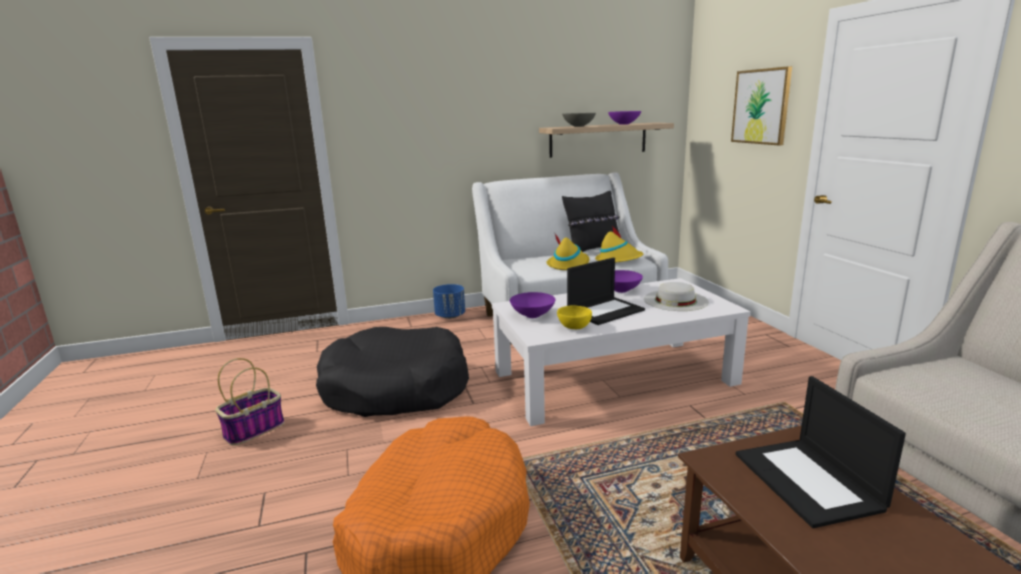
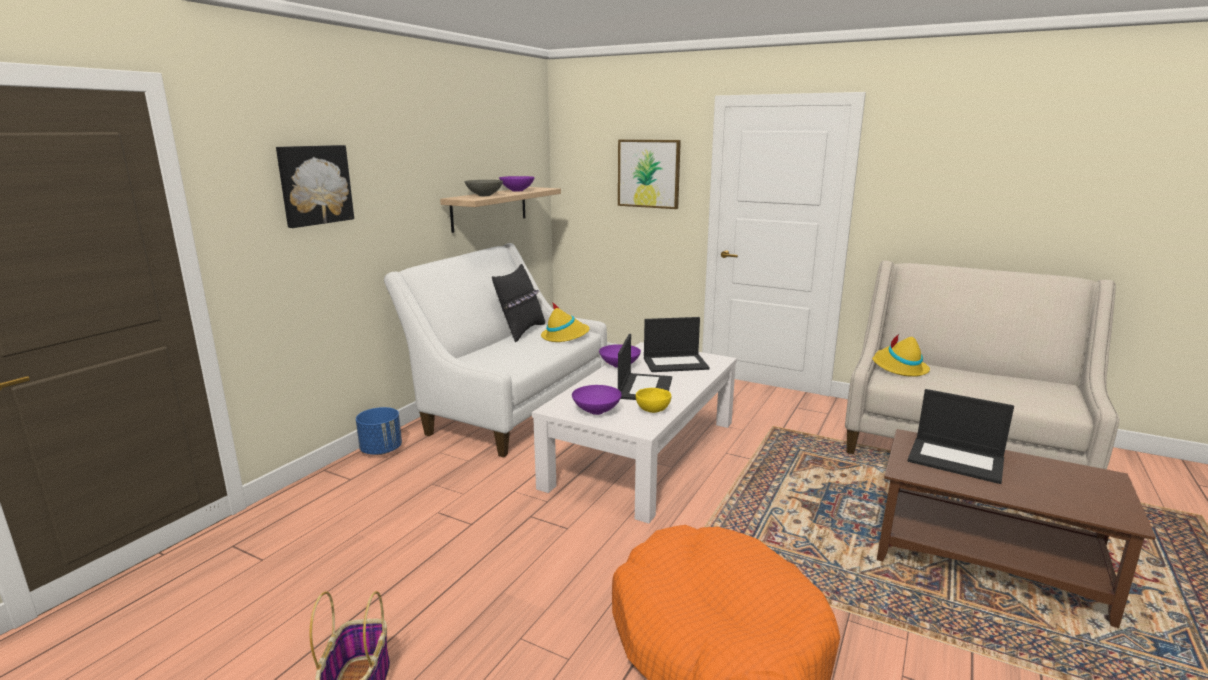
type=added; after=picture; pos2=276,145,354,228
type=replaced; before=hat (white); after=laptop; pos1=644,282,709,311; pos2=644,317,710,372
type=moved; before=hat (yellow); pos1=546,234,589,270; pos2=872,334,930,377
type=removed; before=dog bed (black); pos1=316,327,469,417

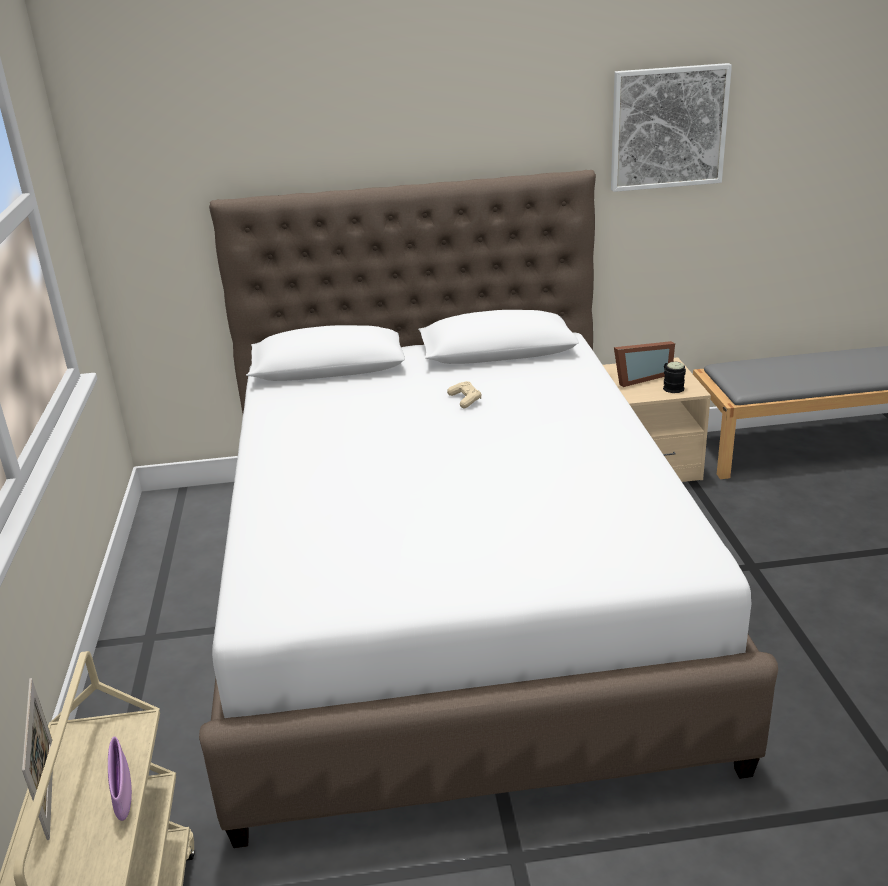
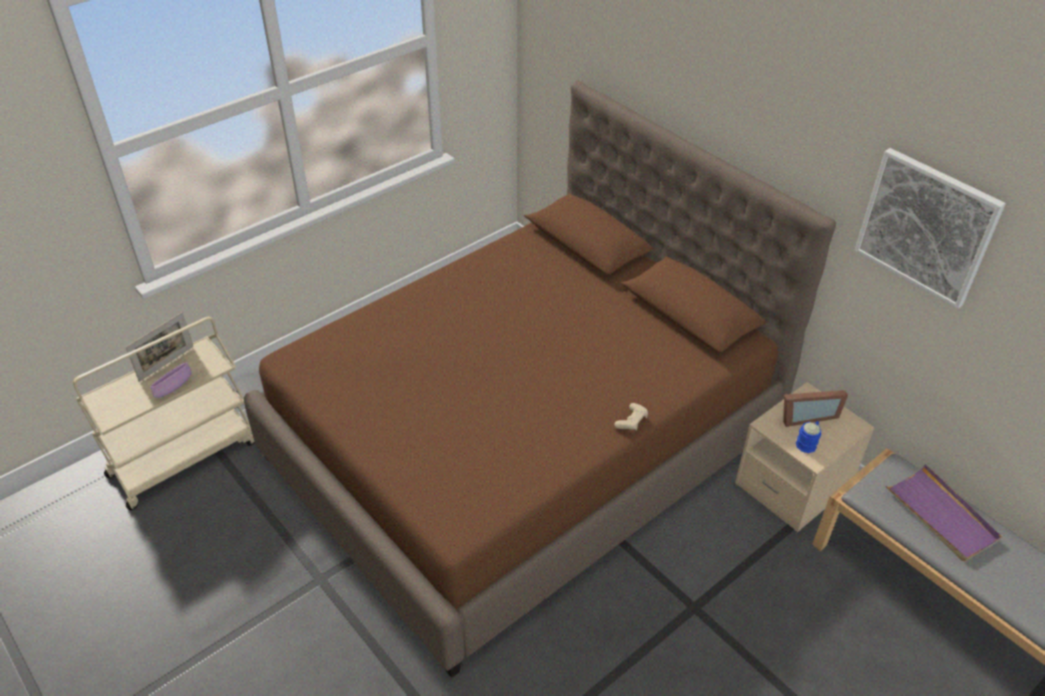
type=recoloured; before=bed (white); after=bed (brown); pos1=199,170,778,848; pos2=244,81,836,678
type=moved; before=game controller (beige); pos1=447,381,481,408; pos2=614,403,648,431
type=turned; before=picture frame; pos1=614,341,675,387; pos2=783,390,848,427; turn=-45
type=recoloured; before=mug (black); after=mug (blue); pos1=663,362,686,393; pos2=796,421,821,453
type=added; after=tray (purple); pos2=886,464,1002,561

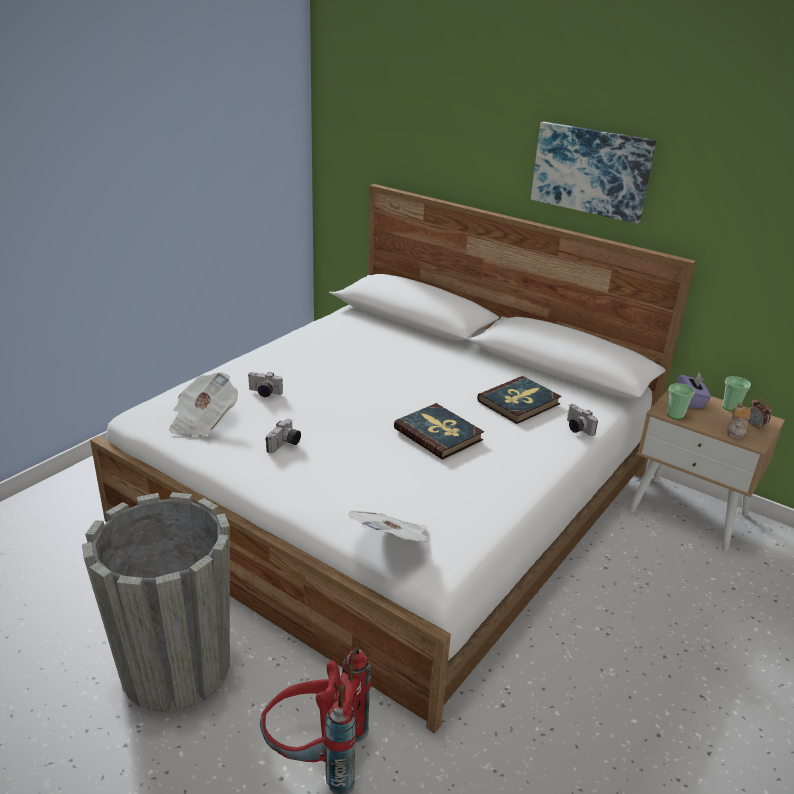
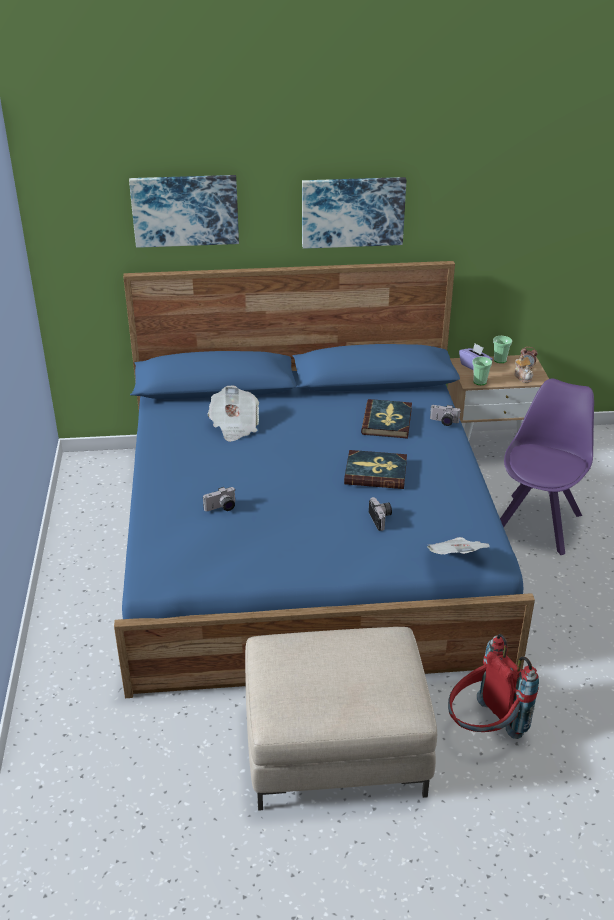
type=recoloured; before=bed (white); after=bed (blue); pos1=90,184,696,733; pos2=114,261,535,698
type=added; after=picture; pos2=129,175,239,248
type=moved; before=newspaper; pos1=169,372,238,436; pos2=208,385,259,442
type=replaced; before=planter (grey); after=ottoman (beige); pos1=82,492,230,712; pos2=245,627,437,811
type=moved; before=photo camera; pos1=265,419,301,454; pos2=369,497,392,531
type=added; after=chair (purple); pos2=500,378,594,555

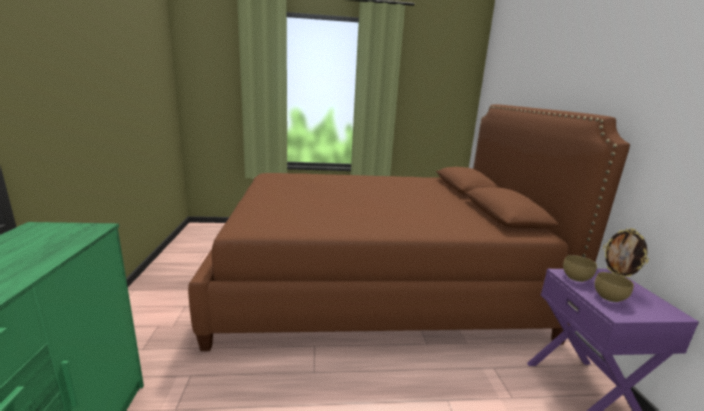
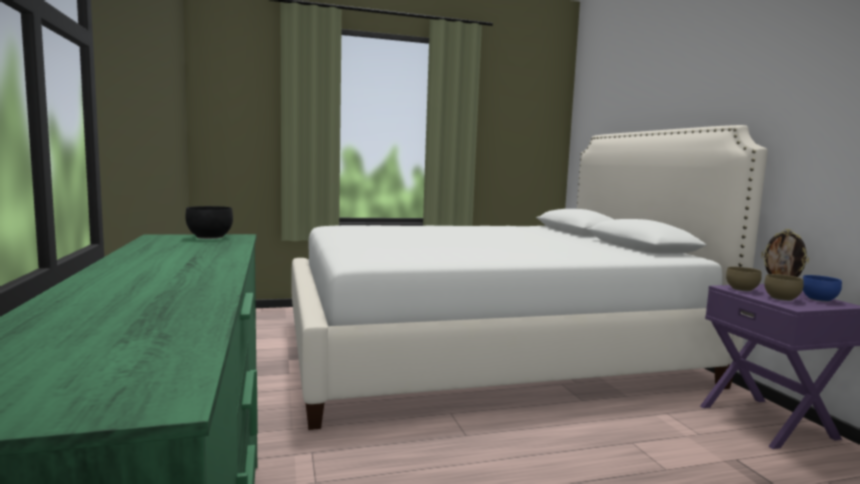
type=added; after=bowl (black); pos2=185,206,233,239
type=recoloured; before=bed (brown); after=bed (white); pos1=188,104,630,351; pos2=291,125,768,430
type=added; after=bowl (blue); pos2=803,275,842,302

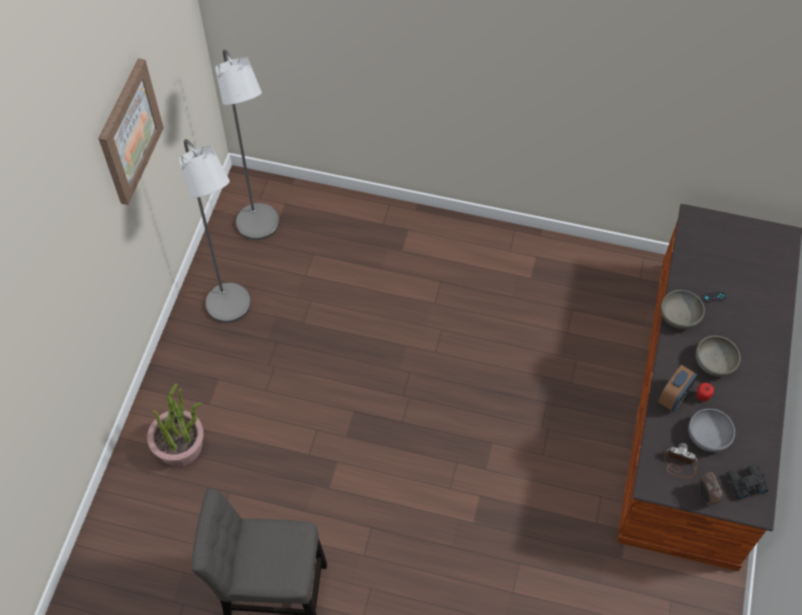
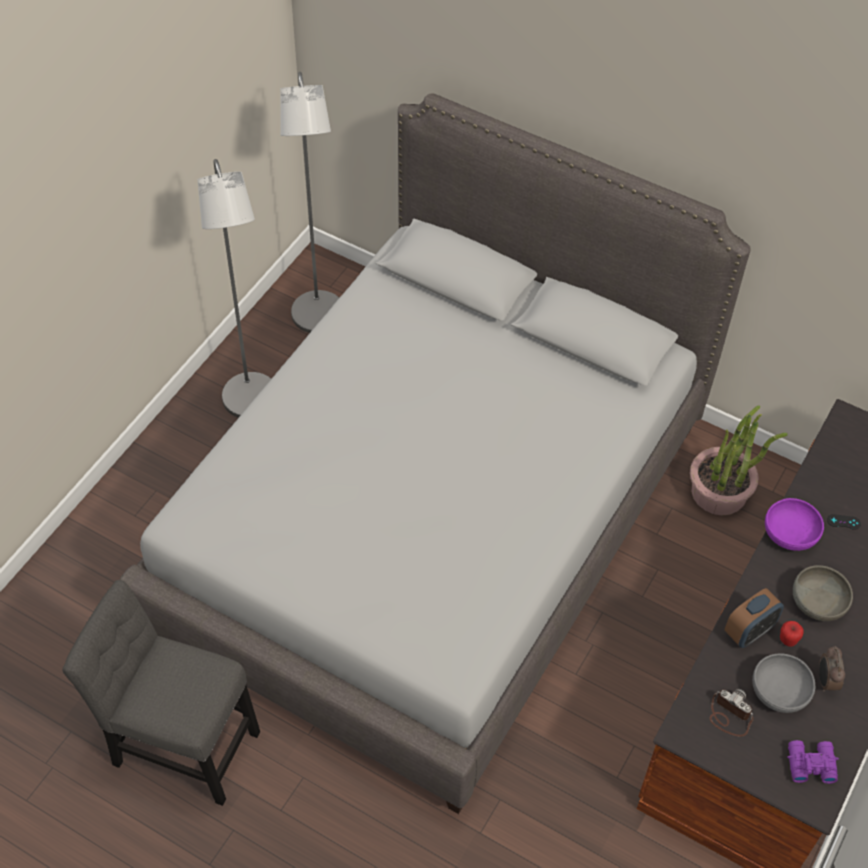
type=added; after=bed (grey); pos2=120,93,751,814
type=moved; before=potted plant; pos1=147,383,204,467; pos2=690,406,788,515
type=recoloured; before=bowl (grey); after=bowl (purple); pos1=661,290,705,329; pos2=765,498,824,551
type=recoloured; before=binoculars (black); after=binoculars (purple); pos1=727,464,768,500; pos2=787,740,839,784
type=moved; before=alarm clock; pos1=699,472,723,505; pos2=819,646,845,691
type=removed; before=picture; pos1=98,58,164,205

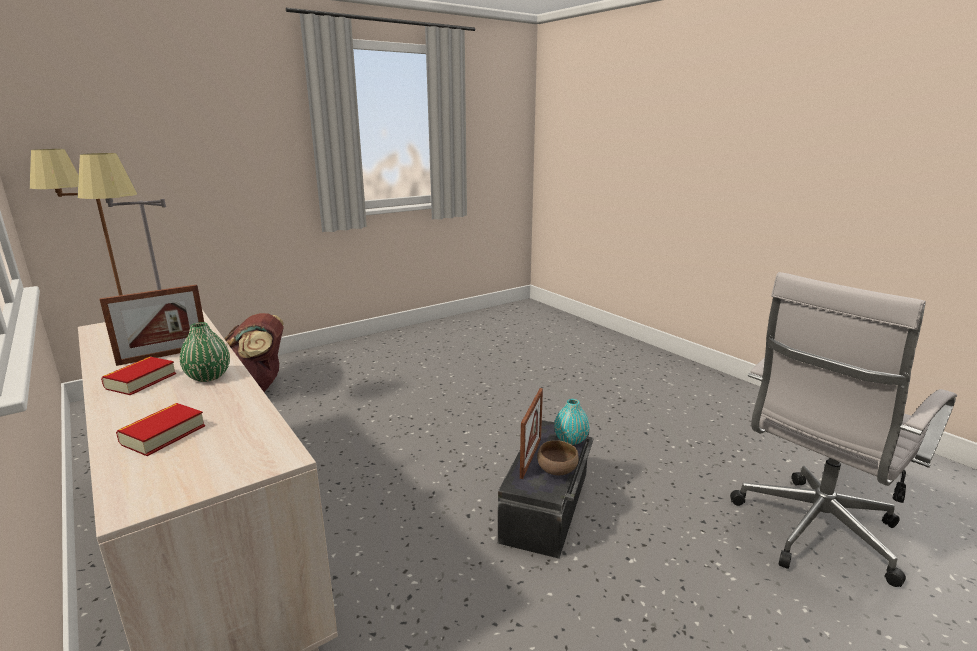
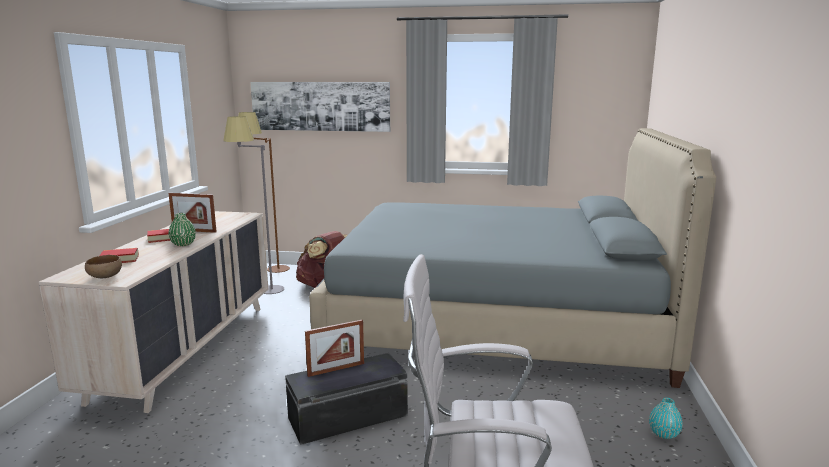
type=moved; before=bowl (brown); pos1=537,440,579,476; pos2=85,255,122,278
type=added; after=picture; pos2=250,82,390,132
type=added; after=bed (grey); pos2=309,128,716,388
type=moved; before=vase (turquoise); pos1=554,399,590,445; pos2=649,398,683,439

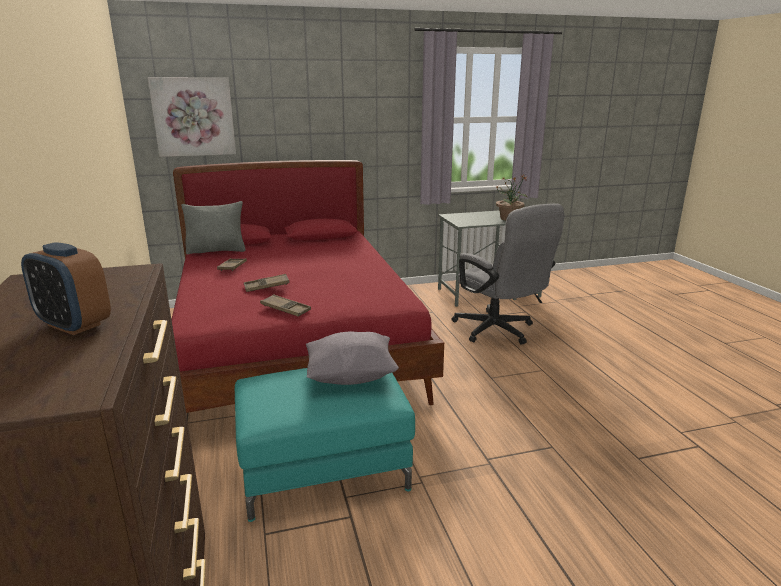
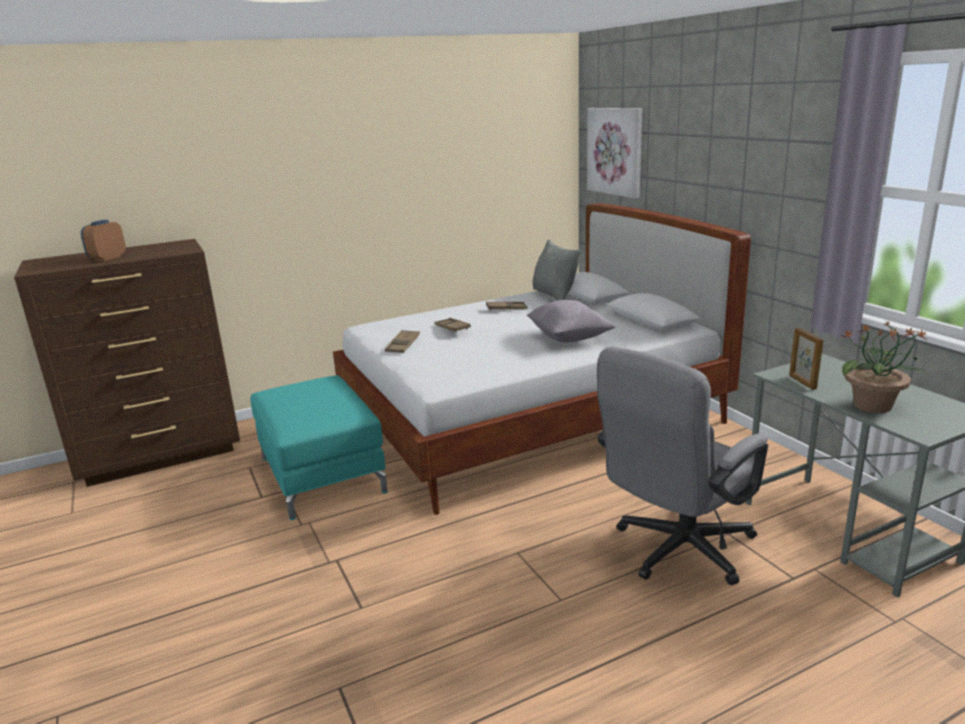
type=recoloured; before=bed (red); after=bed (white); pos1=171,160,444,413; pos2=333,203,751,515
type=moved; before=pillow (grey); pos1=306,332,399,385; pos2=527,300,616,342
type=added; after=picture frame; pos2=789,327,823,390

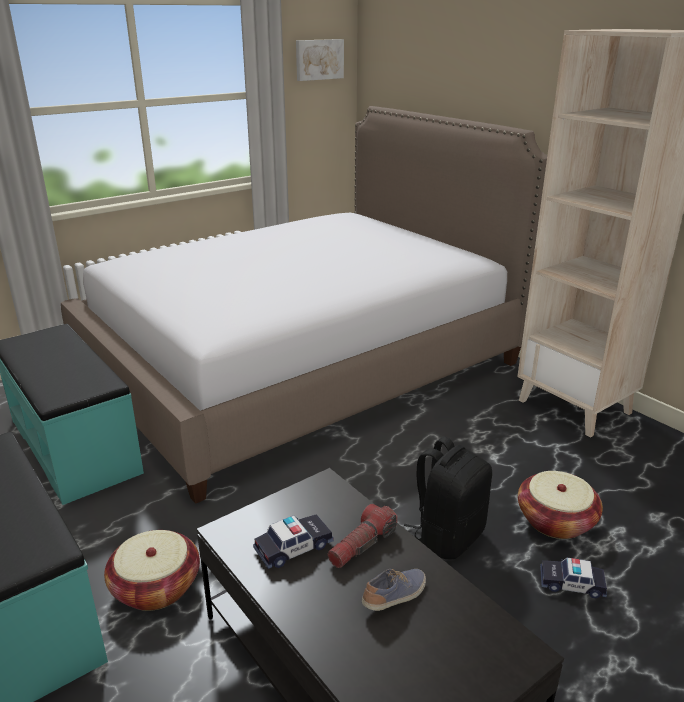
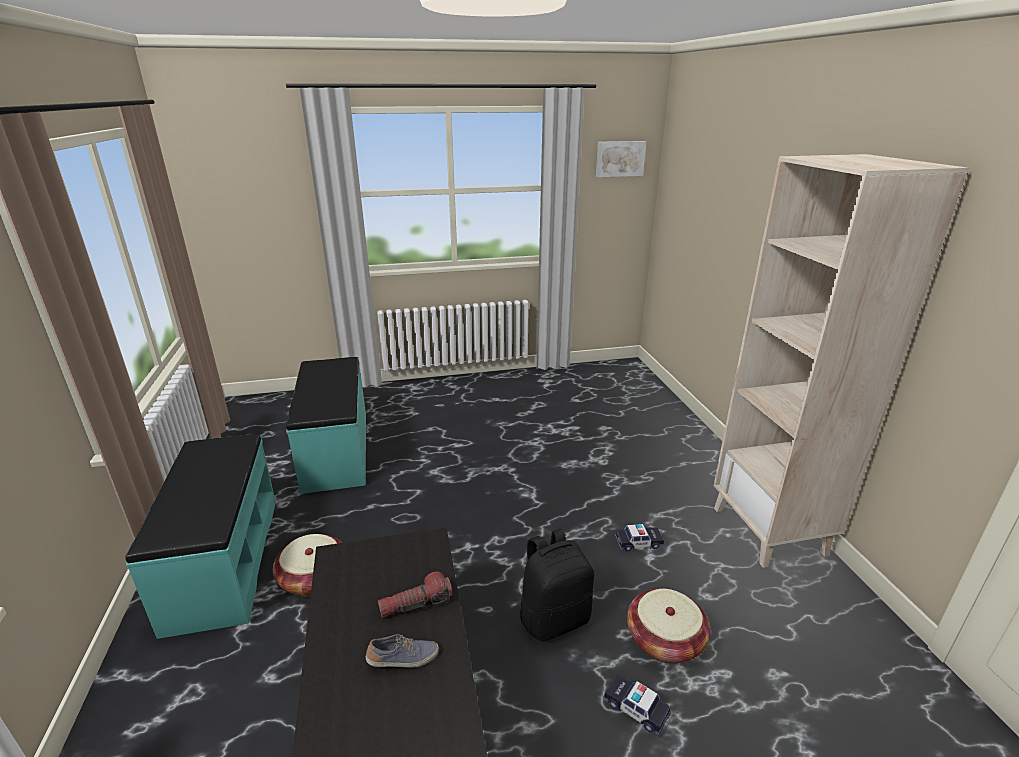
type=moved; before=toy car; pos1=253,514,334,569; pos2=615,524,665,551
type=removed; before=bed; pos1=61,106,547,504

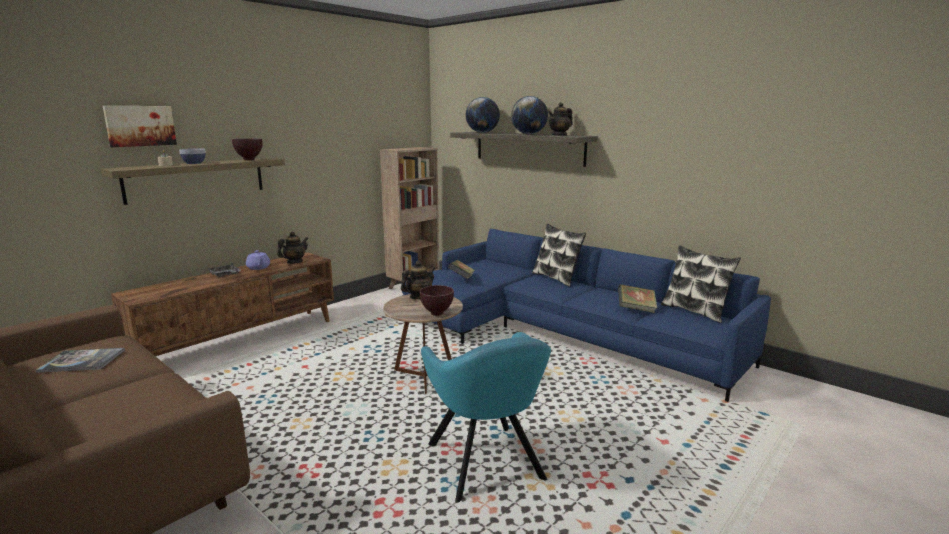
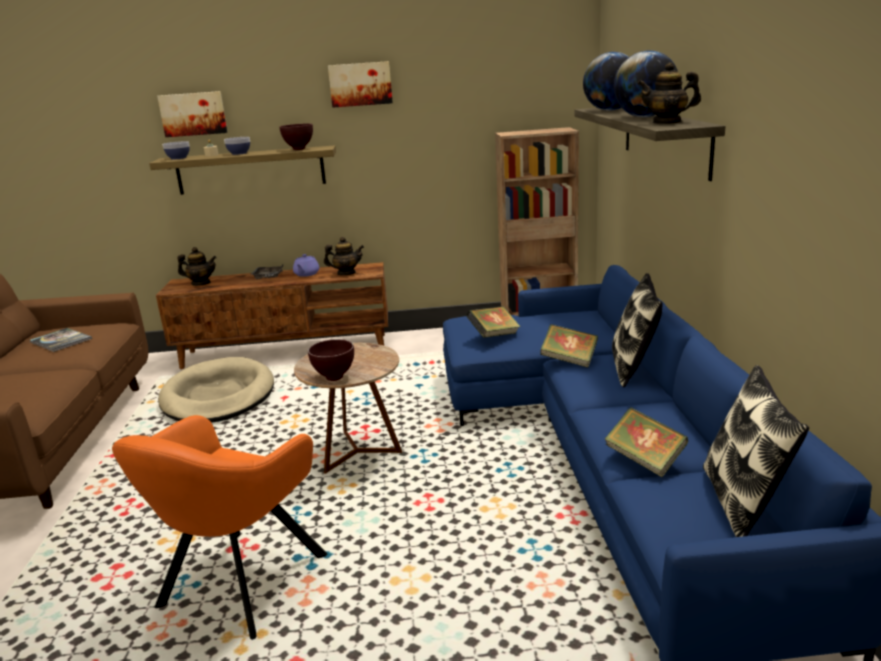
type=recoloured; before=armchair (turquoise); after=armchair (orange); pos1=421,332,551,503; pos2=112,415,327,640
type=added; after=dog bed (beige); pos2=158,357,274,423
type=added; after=bowl; pos2=162,141,189,160
type=moved; before=teapot; pos1=401,261,435,299; pos2=177,247,217,286
type=added; after=picture; pos2=328,61,393,108
type=added; after=book; pos2=540,324,598,367

